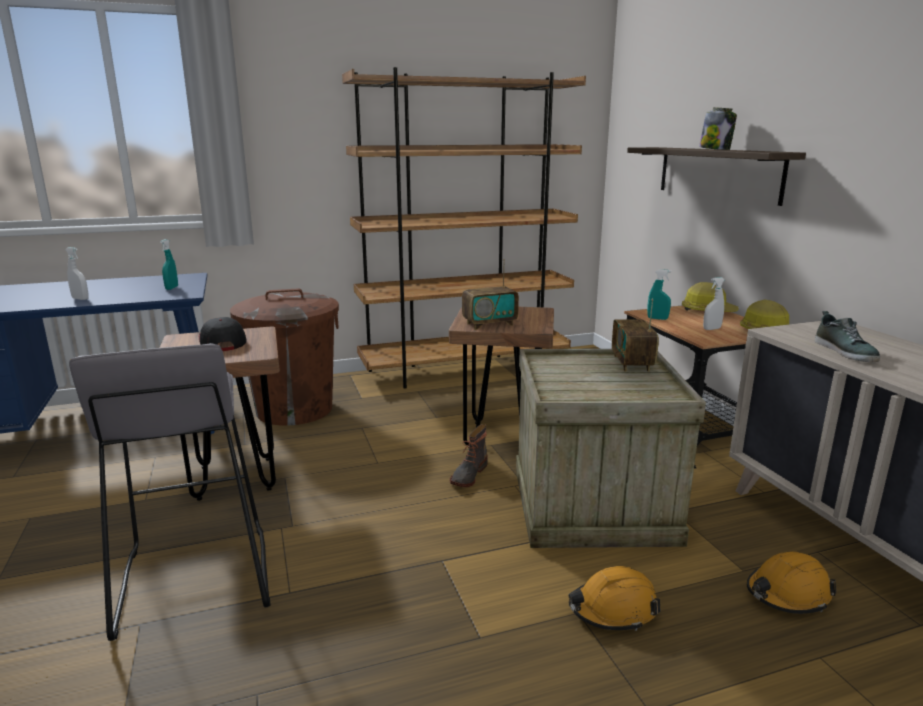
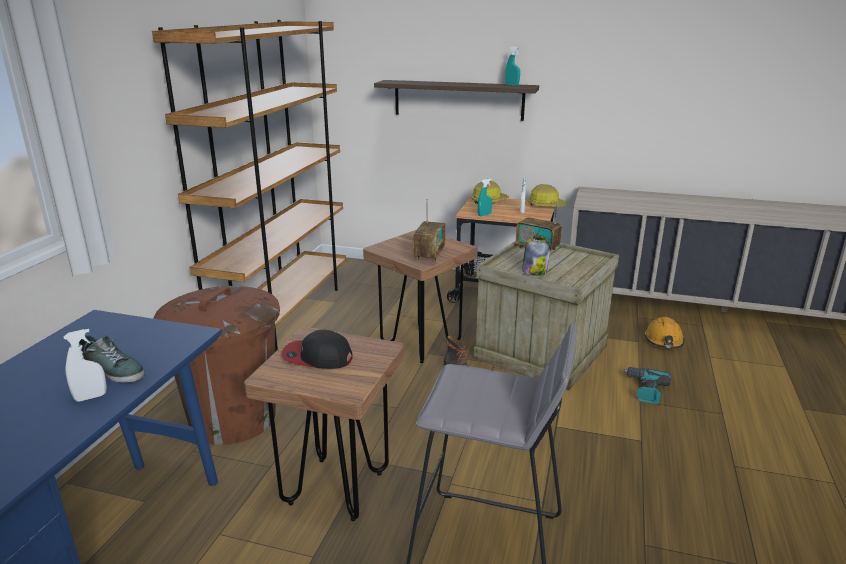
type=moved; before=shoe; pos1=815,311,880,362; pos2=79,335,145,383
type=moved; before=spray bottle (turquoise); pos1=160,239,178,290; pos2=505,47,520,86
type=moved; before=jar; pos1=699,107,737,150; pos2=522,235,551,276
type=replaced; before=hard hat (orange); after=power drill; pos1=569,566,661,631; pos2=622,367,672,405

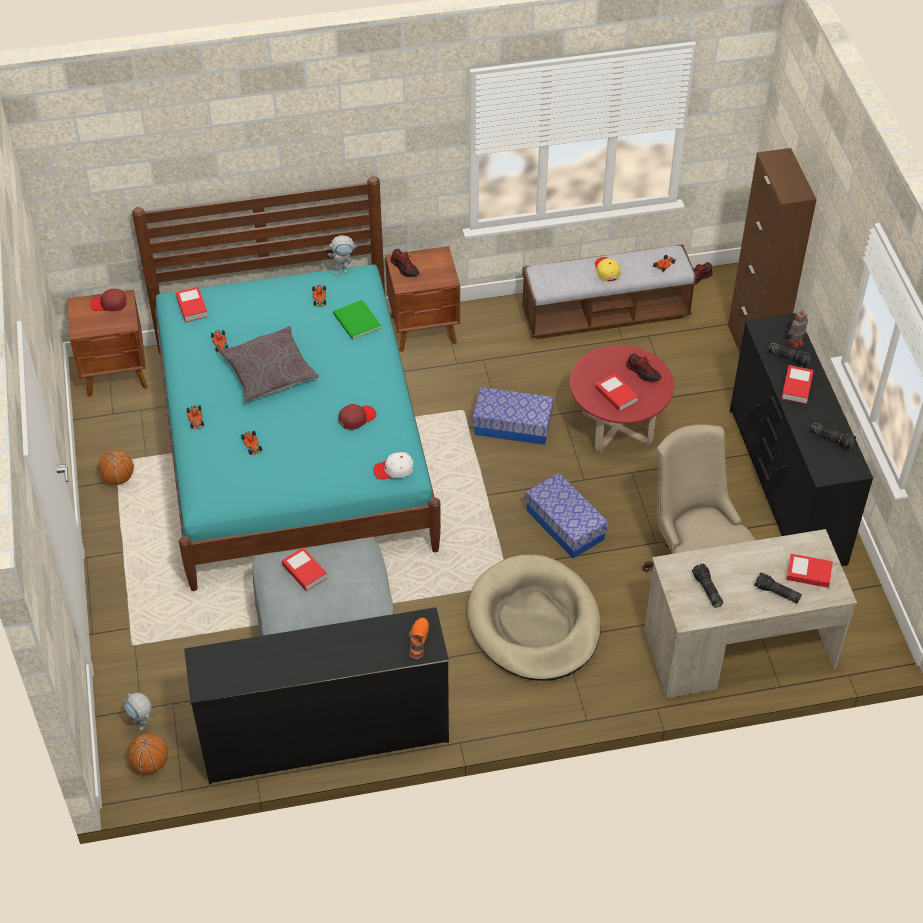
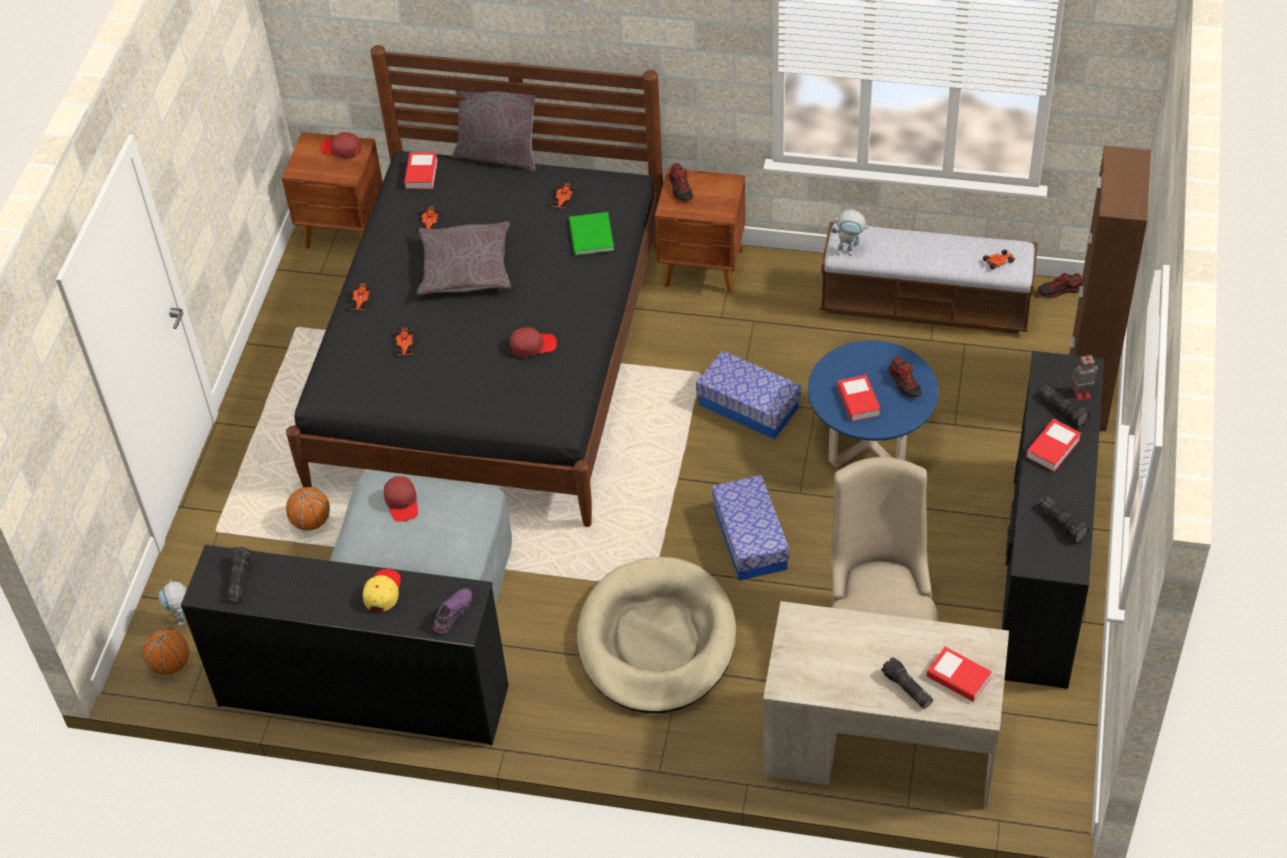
type=moved; before=flashlight; pos1=692,563,723,608; pos2=227,547,251,603
type=recoloured; before=bed (turquoise); after=bed (black); pos1=132,176,441,591; pos2=286,45,663,527
type=moved; before=basketball; pos1=98,450,134,485; pos2=286,487,330,531
type=moved; before=cap (yellow); pos1=595,257,621,281; pos2=363,569,401,612
type=replaced; before=book; after=cap (red); pos1=282,547,327,591; pos2=384,476,418,522
type=recoloured; before=shoe (orange); after=shoe (purple); pos1=409,617,429,659; pos2=433,588,472,633
type=added; after=pillow (grey); pos2=452,76,536,172
type=recoloured; before=coffee table (red); after=coffee table (blue); pos1=570,345,674,453; pos2=808,340,939,467
type=moved; before=toy robot; pos1=328,235,357,275; pos2=831,210,869,256
type=removed; before=cap (white); pos1=373,452,413,479

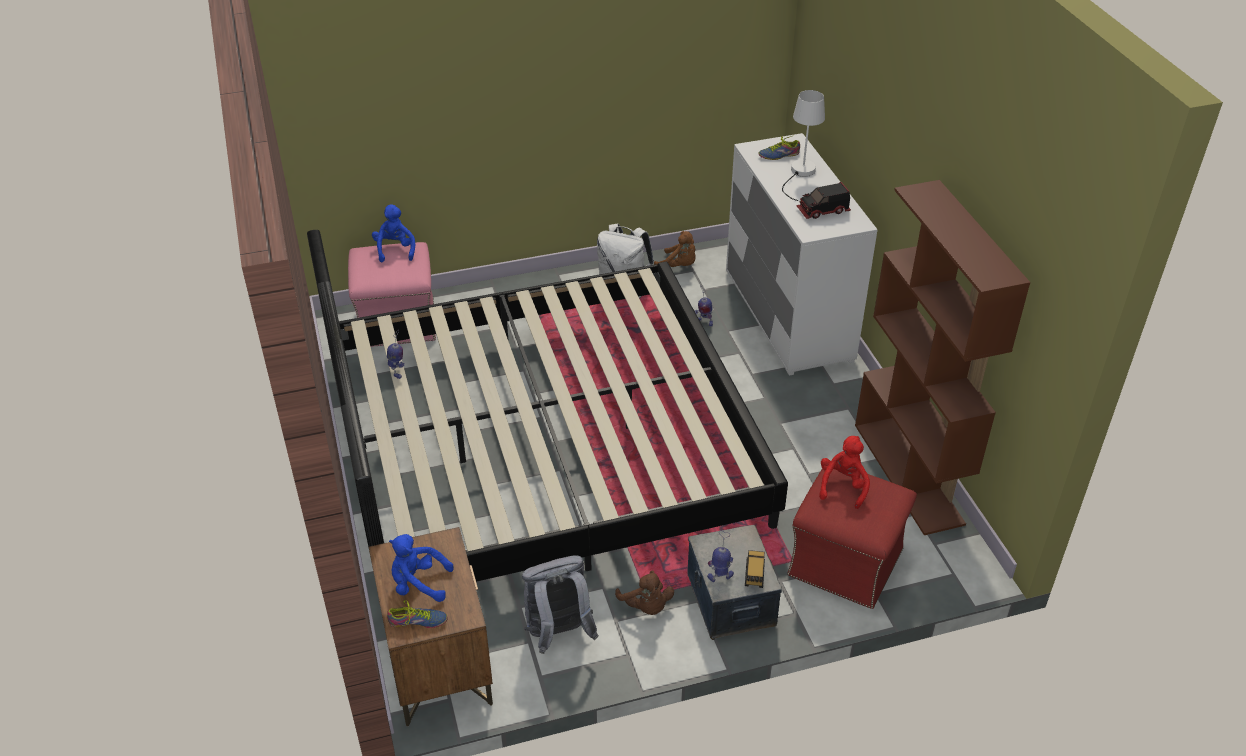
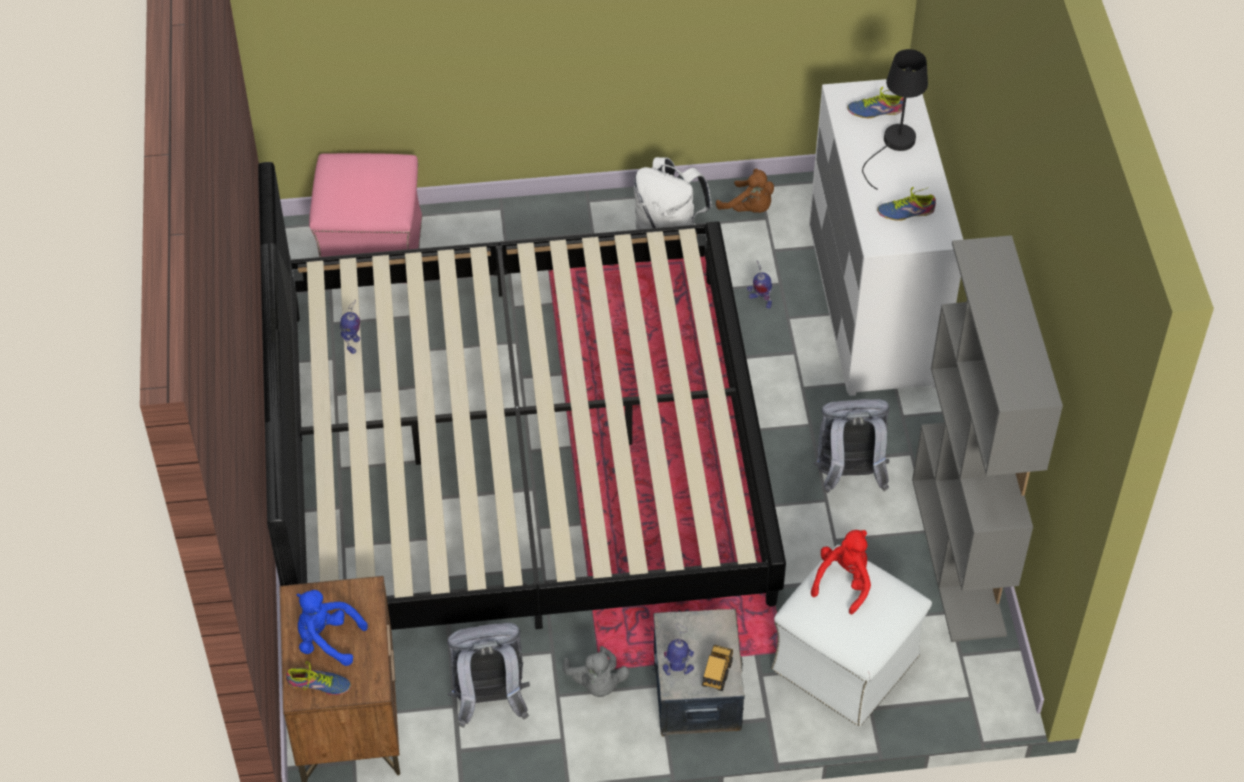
type=recoloured; before=plush toy (brown); after=plush toy (grey); pos1=615,570,674,615; pos2=563,646,630,697
type=recoloured; before=ottoman (red); after=ottoman (white); pos1=787,469,917,609; pos2=771,545,932,727
type=added; after=backpack (grey); pos2=813,399,889,493
type=recoloured; before=table lamp (white); after=table lamp (black); pos1=782,90,825,201; pos2=862,49,928,190
type=replaced; before=toy truck; after=shoe; pos1=797,182,851,219; pos2=877,187,936,221
type=recoloured; before=bookcase (brown); after=bookcase (grey); pos1=855,180,1030,535; pos2=912,235,1063,642
type=removed; before=plush toy (blue); pos1=372,204,415,262

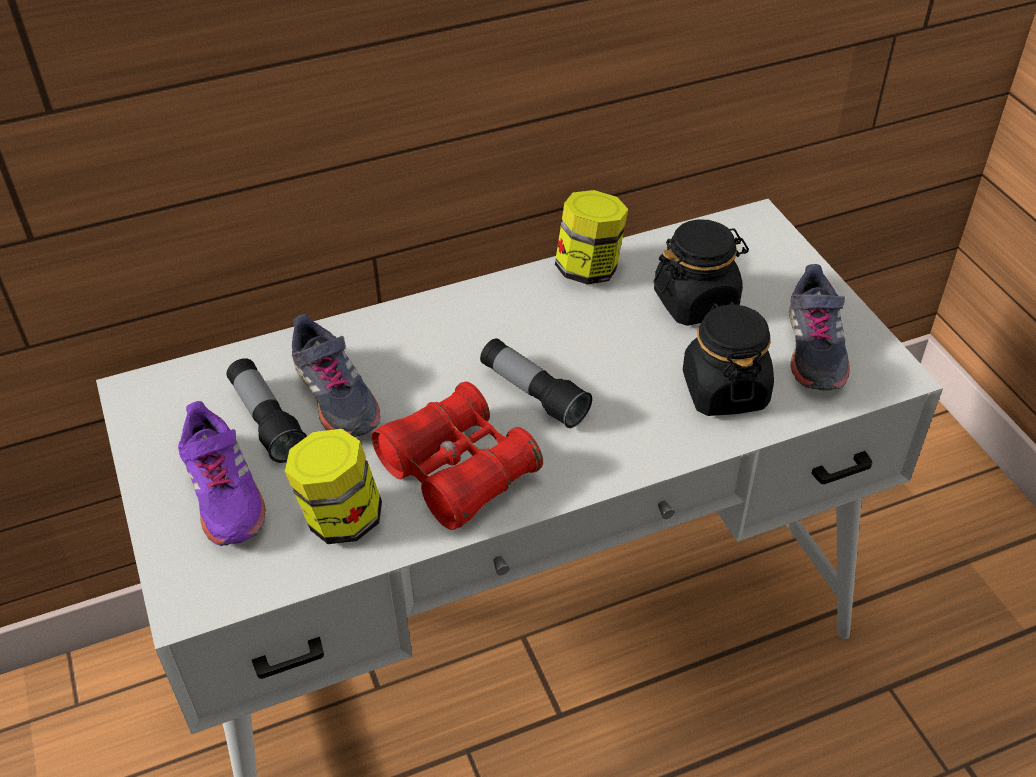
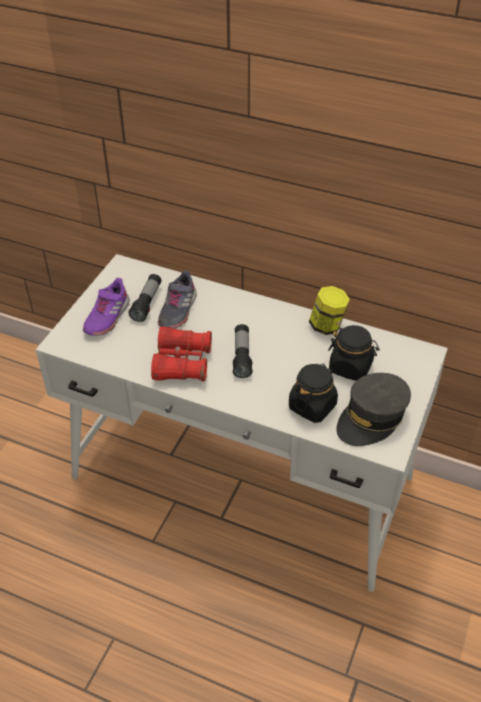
type=replaced; before=shoe (grey); after=cap (grey); pos1=789,264,850,391; pos2=336,373,411,446
type=removed; before=jar; pos1=285,429,382,544

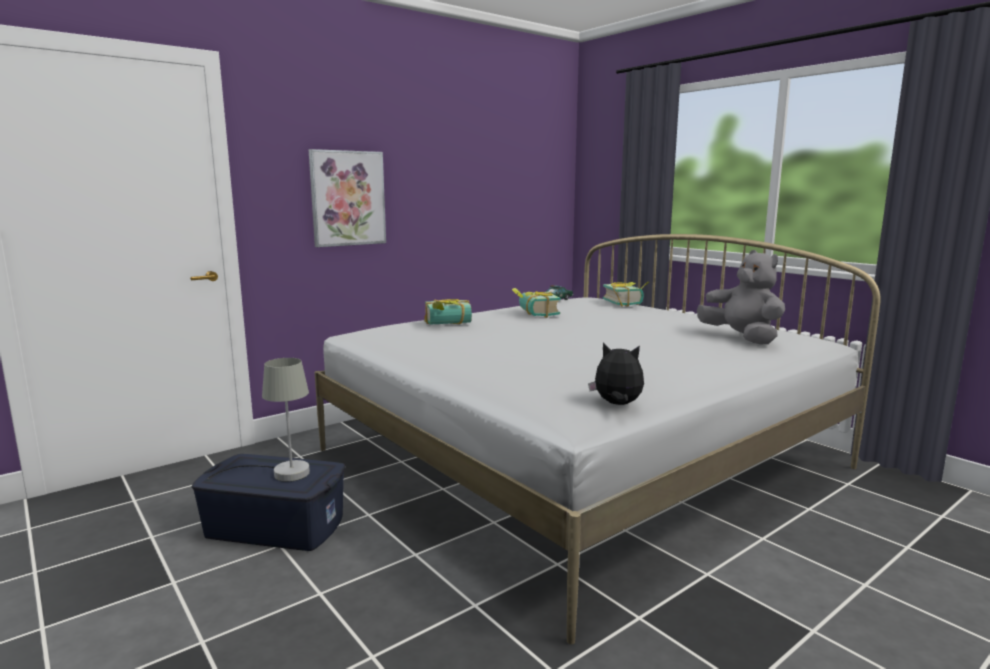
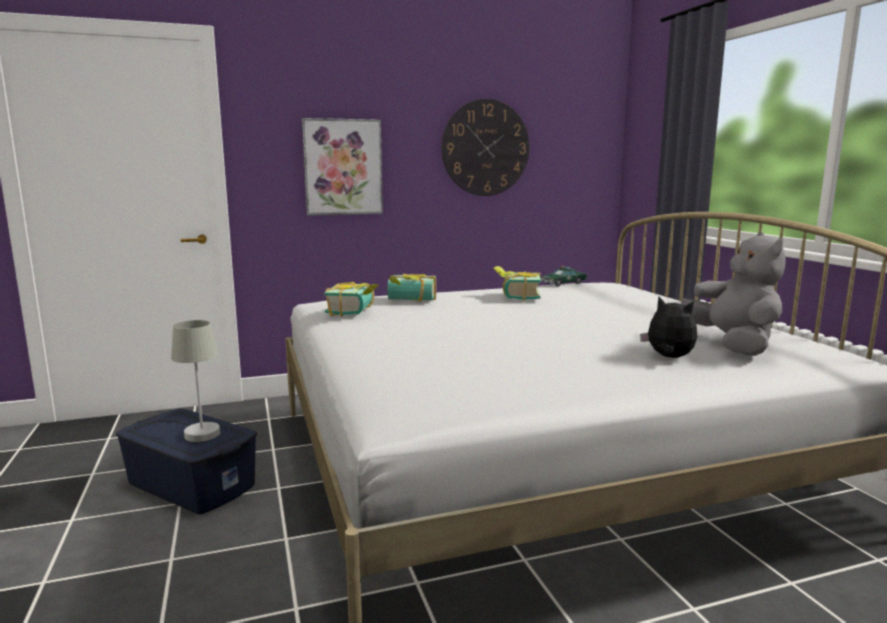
type=moved; before=book; pos1=603,281,649,307; pos2=324,282,378,317
type=added; after=wall clock; pos2=441,99,530,196
type=moved; before=plush toy; pos1=588,343,644,405; pos2=640,297,697,358

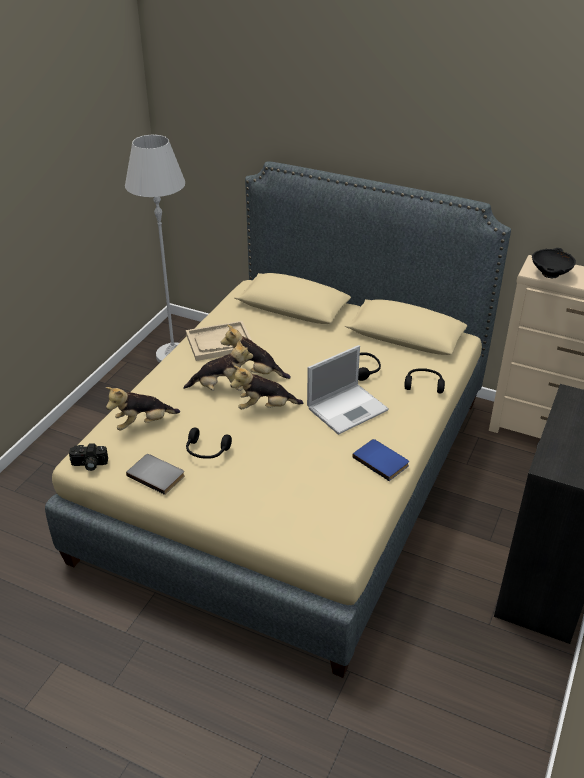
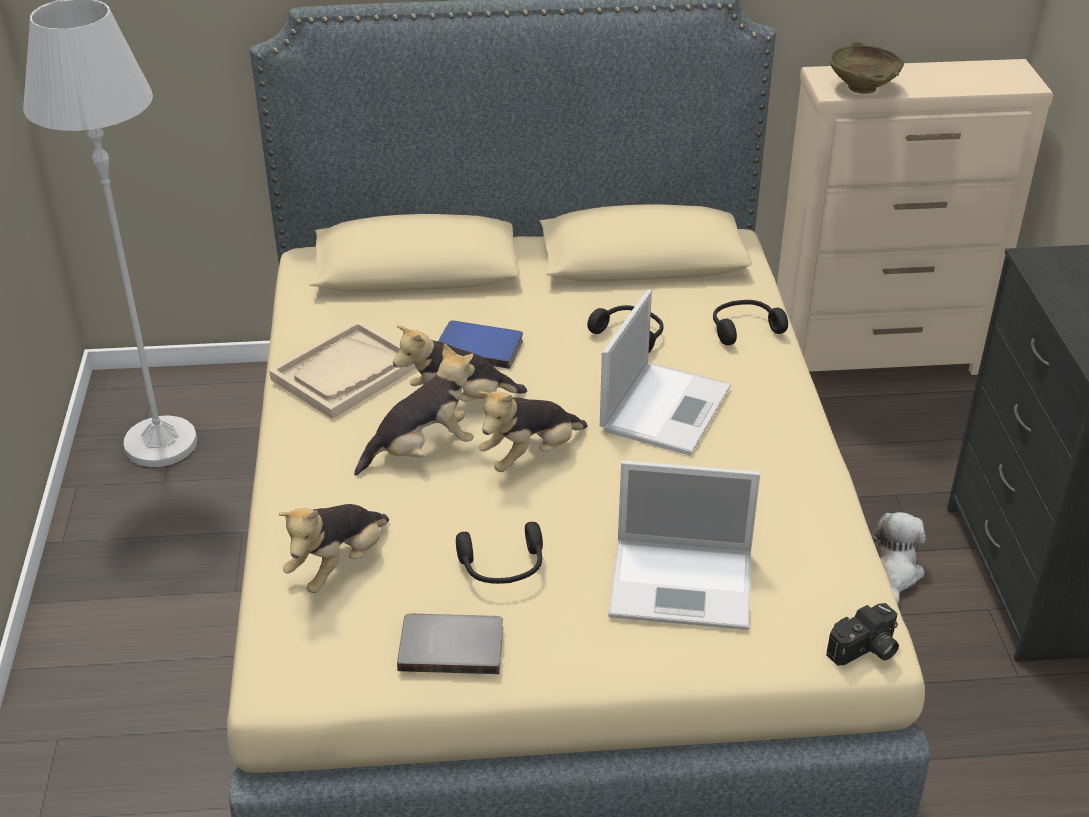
type=moved; before=book (blue); pos1=352,439,409,481; pos2=438,321,523,369
type=added; after=laptop; pos2=608,460,760,630
type=moved; before=photo camera; pos1=69,443,108,471; pos2=826,603,899,666
type=recoloured; before=bowl (black); after=bowl (beige); pos1=532,248,576,278; pos2=829,42,904,94
type=added; after=plush toy; pos2=871,512,926,605

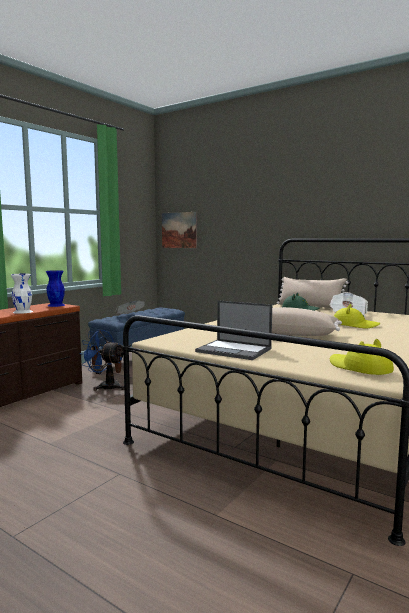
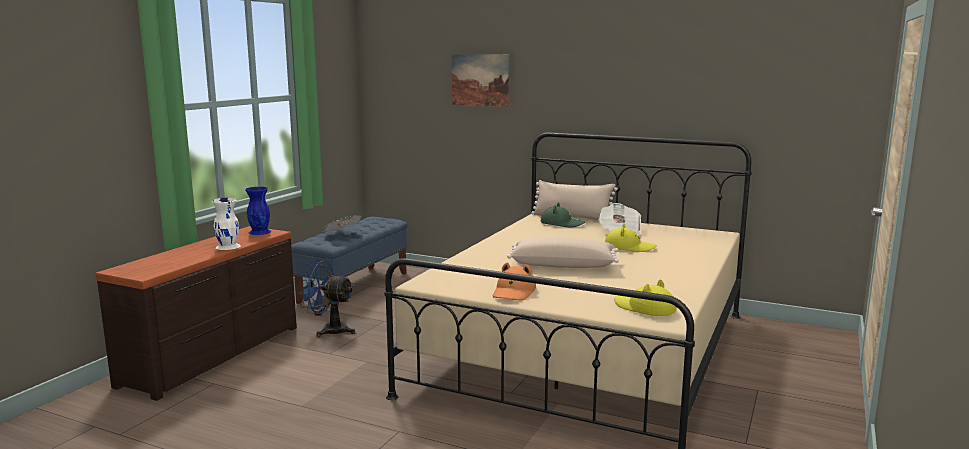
type=moved; before=picture; pos1=162,212,197,248; pos2=452,54,510,107
type=replaced; before=laptop; after=hat (orange); pos1=195,300,272,360; pos2=493,262,536,300

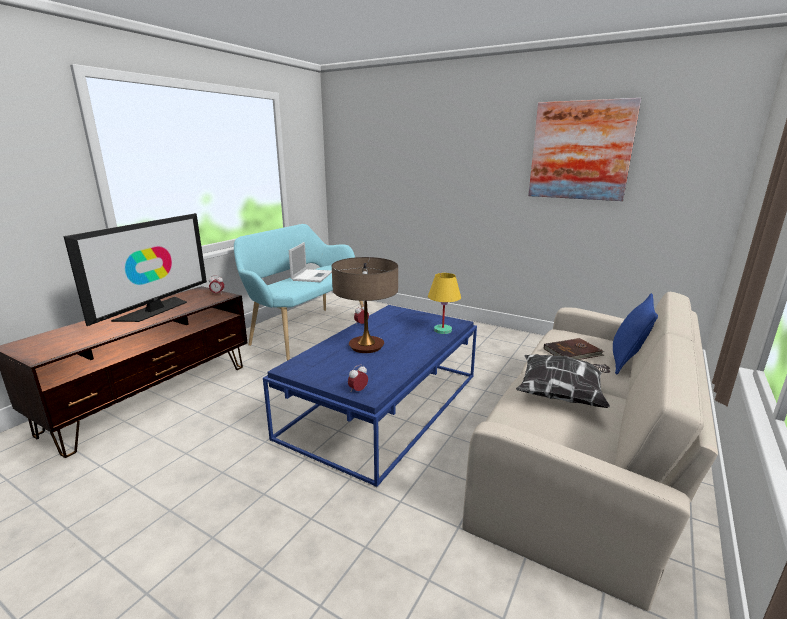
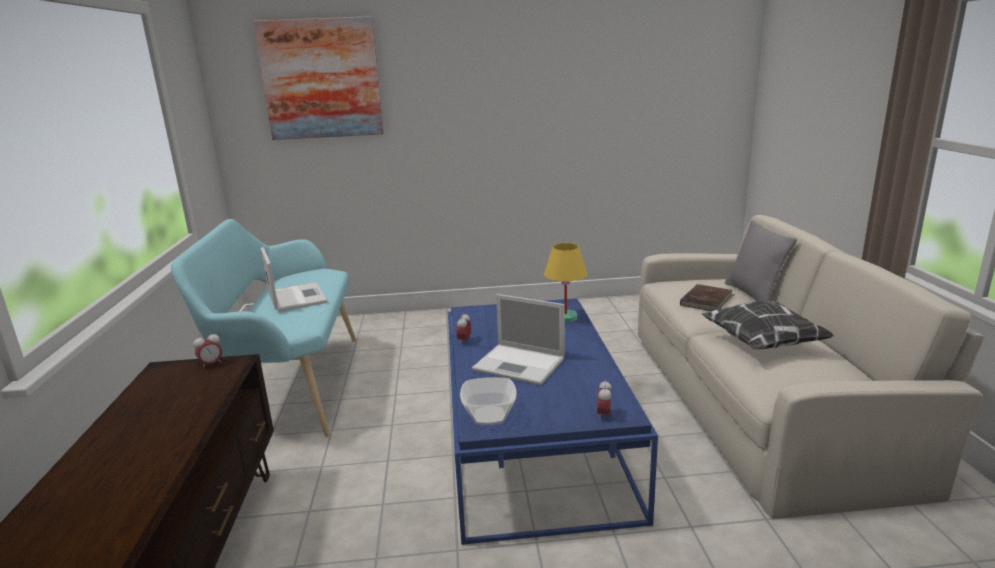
type=moved; before=picture; pos1=528,98,641,201; pos2=253,16,384,140
type=added; after=bowl; pos2=460,377,517,425
type=replaced; before=table lamp; after=laptop; pos1=332,257,398,353; pos2=472,294,565,385
type=recoloured; before=pillow (blue); after=pillow (grey); pos1=613,293,658,375; pos2=725,220,797,302
type=removed; before=television; pos1=63,213,207,326

